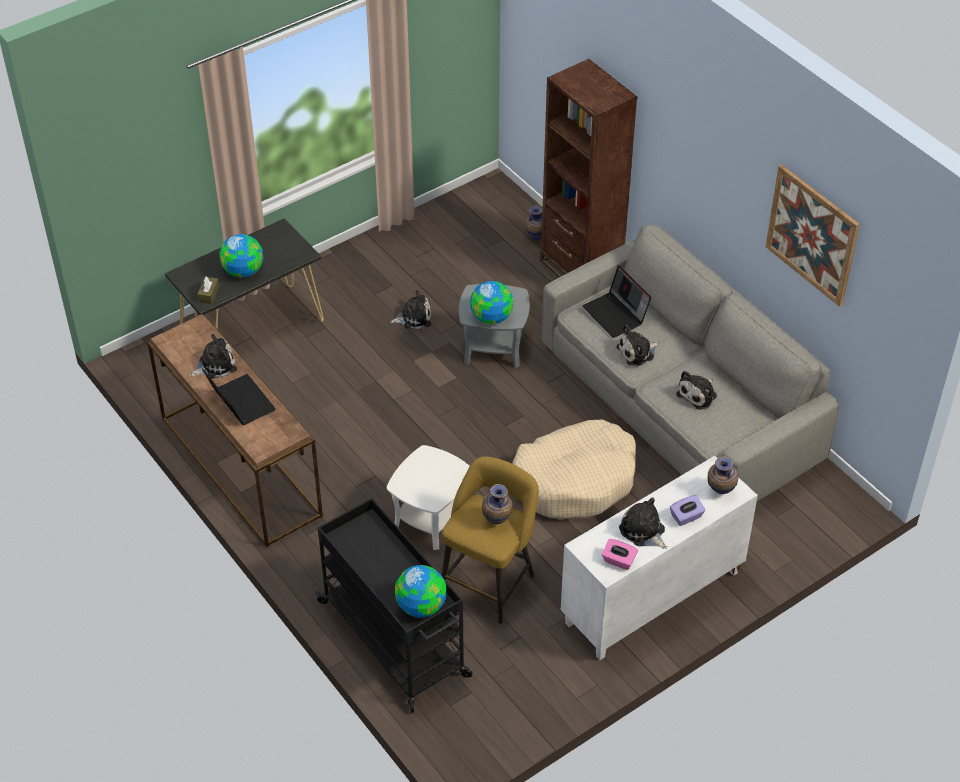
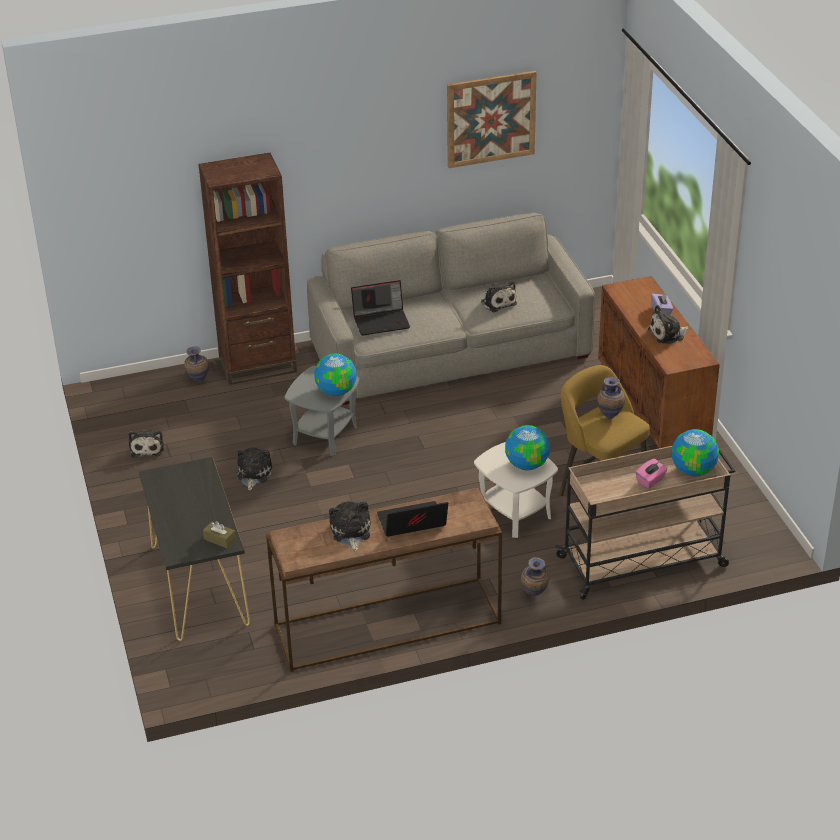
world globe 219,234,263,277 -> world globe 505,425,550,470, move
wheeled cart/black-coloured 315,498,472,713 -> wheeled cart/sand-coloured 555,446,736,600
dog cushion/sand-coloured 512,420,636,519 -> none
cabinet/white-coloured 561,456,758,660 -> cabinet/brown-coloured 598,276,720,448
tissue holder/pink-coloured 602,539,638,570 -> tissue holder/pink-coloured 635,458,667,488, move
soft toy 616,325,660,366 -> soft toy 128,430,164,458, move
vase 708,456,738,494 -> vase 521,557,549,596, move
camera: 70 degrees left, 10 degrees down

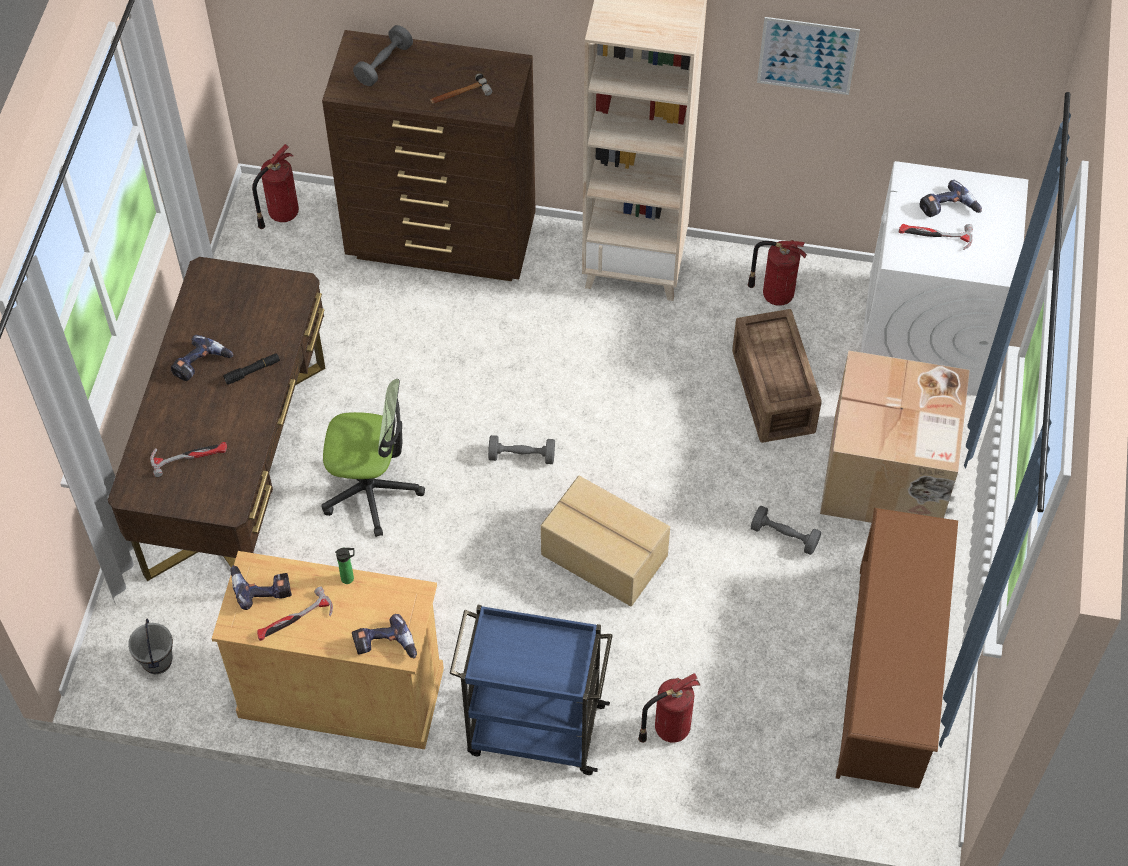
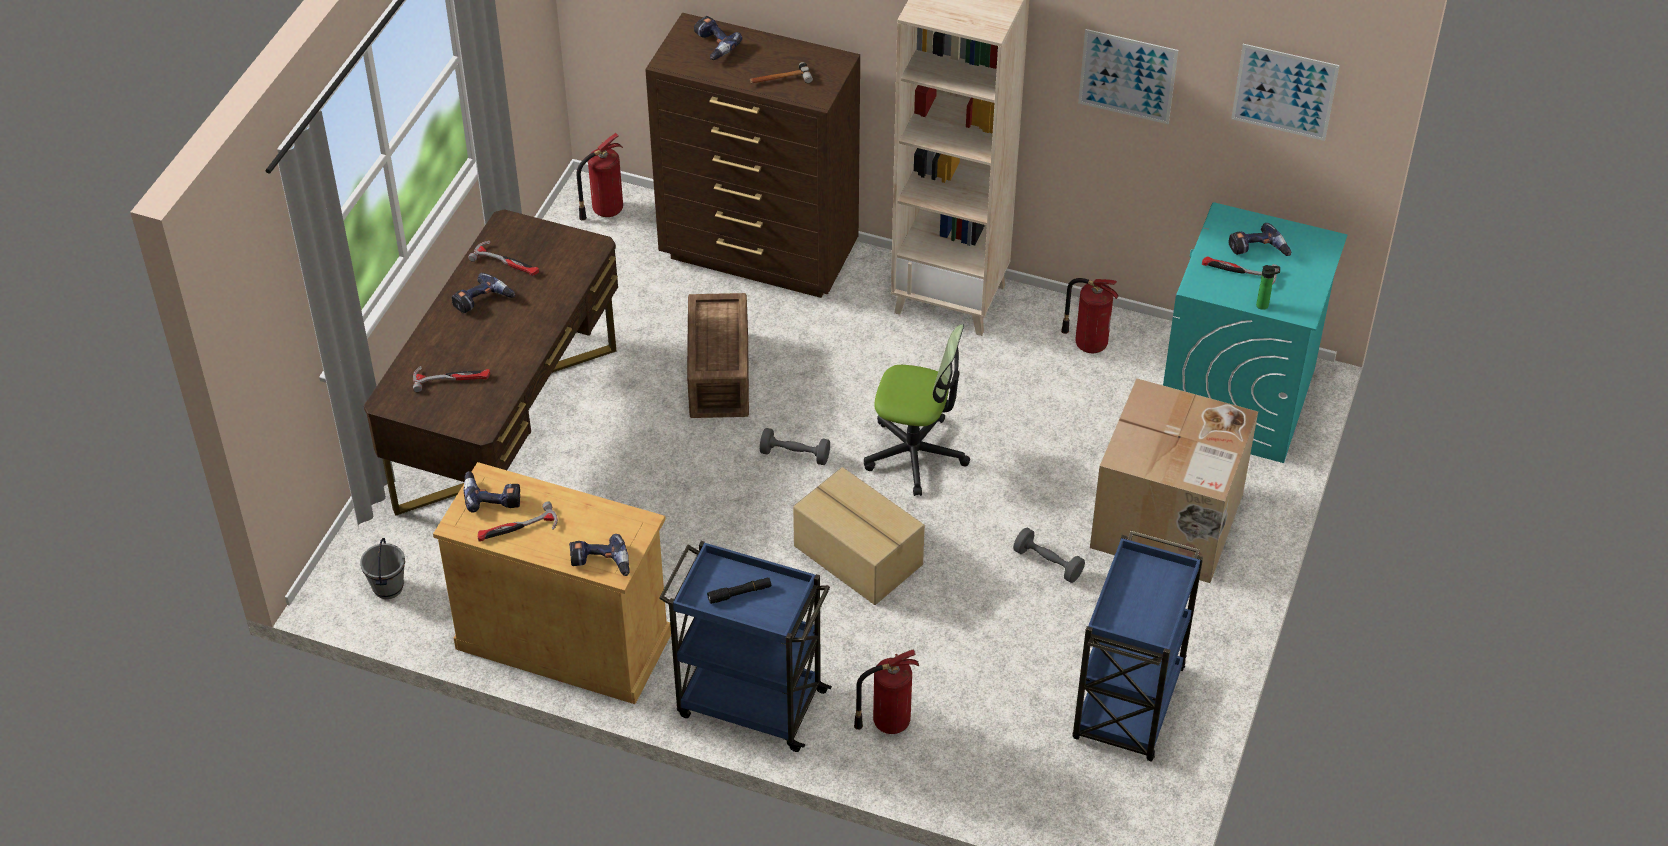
flashlight/black-coloured 223,353,280,385 -> flashlight/black-coloured 707,578,771,604, move
computer chair 321,379,425,537 -> computer chair 864,324,970,496, move
bottle 335,548,354,584 -> bottle 1256,265,1280,310, move
hand weight/gray 353,25,413,86 -> power drill 694,16,742,60
packing crate 732,309,822,443 -> packing crate 687,293,749,418, move
shoe stand/brown-coloured 836,508,958,788 -> wheeled cart/blue-coloured 1073,530,1203,762
washing machine/white-coloured 861,161,1028,396 -> washing machine/turquoise-coloured 1163,202,1347,463
none -> hand hammer 468,241,539,276
none -> wall art 1231,44,1340,141
camera: 10 degrees right, 10 degrees down

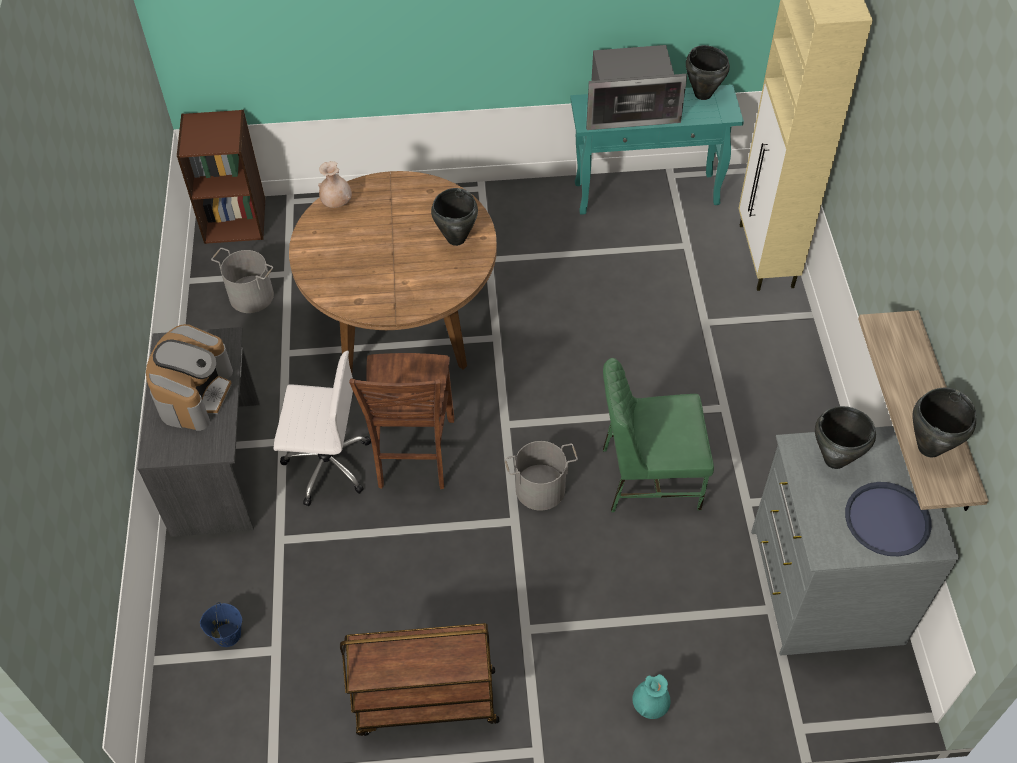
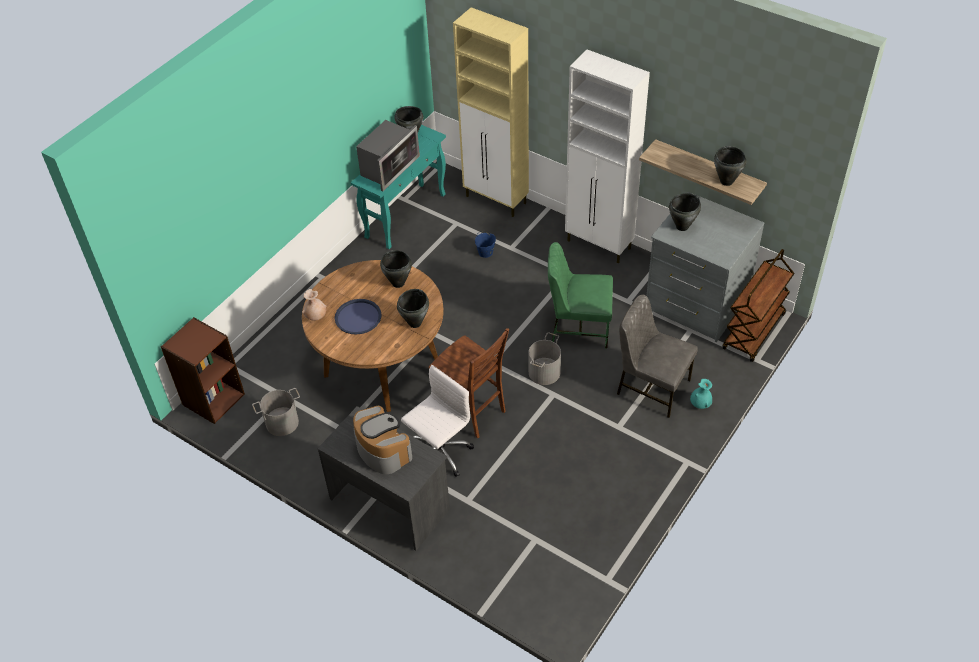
bucket/blue-coloured 200,602,242,647 -> bucket/blue-coloured 475,231,496,258, move
wheeled cart/brown-coloured 340,623,499,736 -> wheeled cart/brown-coloured 722,249,794,362, move
upright chair/green 603,358,714,512 -> upright chair/green 548,242,613,348, 60 degrees clockwise
serving tray/blue-coloured 845,482,932,556 -> serving tray/blue-coloured 335,299,382,335, move
none -> saucepot/black-coloured 397,289,429,328
none -> cabinet/white-coloured 565,50,650,264
none -> upright chair/gray 617,295,698,418
camera: 50 degrees left, 5 degrees down

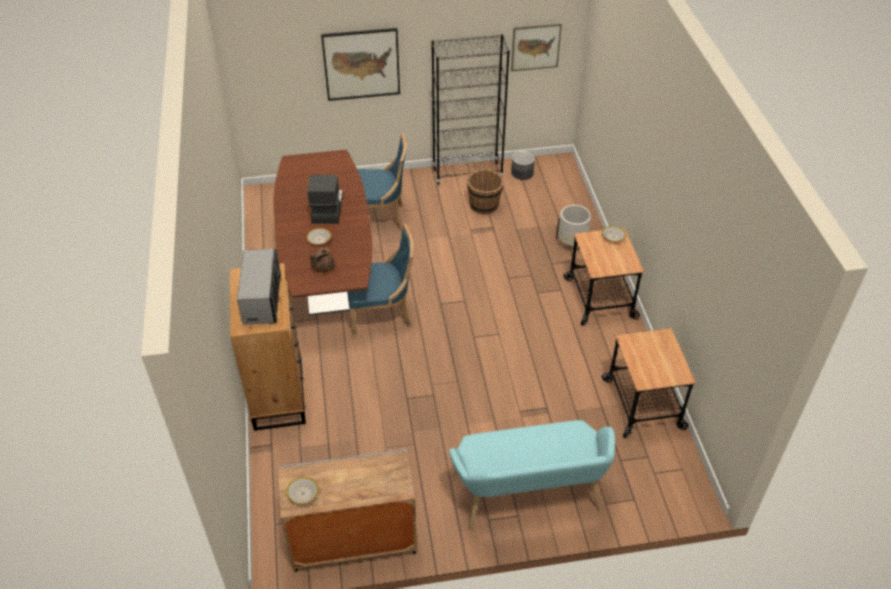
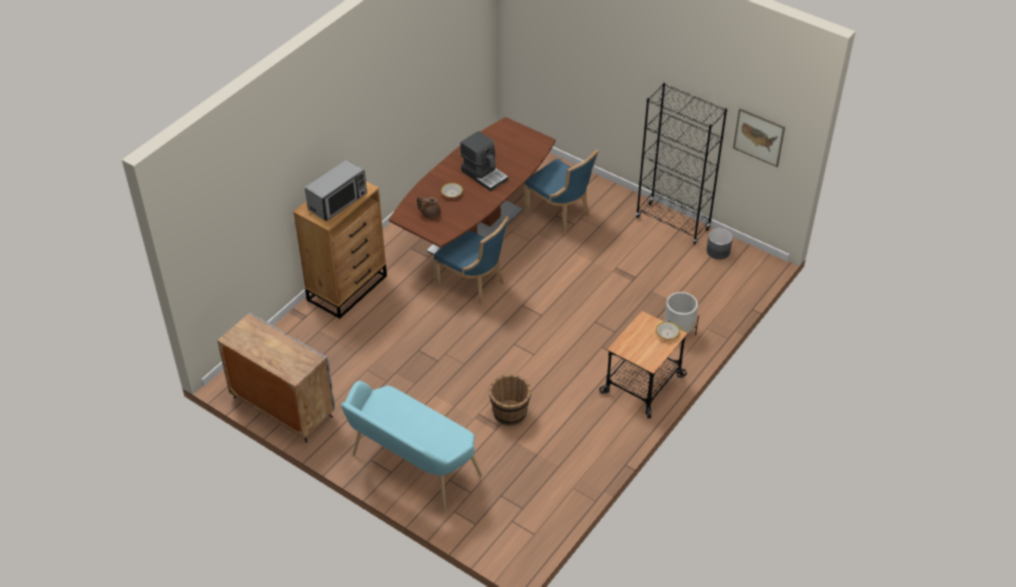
deep dish 286,477,319,505 -> none
coffee maker 307,175,343,224 -> coffee maker 460,131,508,191, 90 degrees clockwise
wall art 321,28,400,101 -> none
bucket/brown-coloured 467,169,504,215 -> bucket/brown-coloured 489,374,531,426, move
wheeled cart 602,328,696,438 -> none
camera: 45 degrees right, 0 degrees up

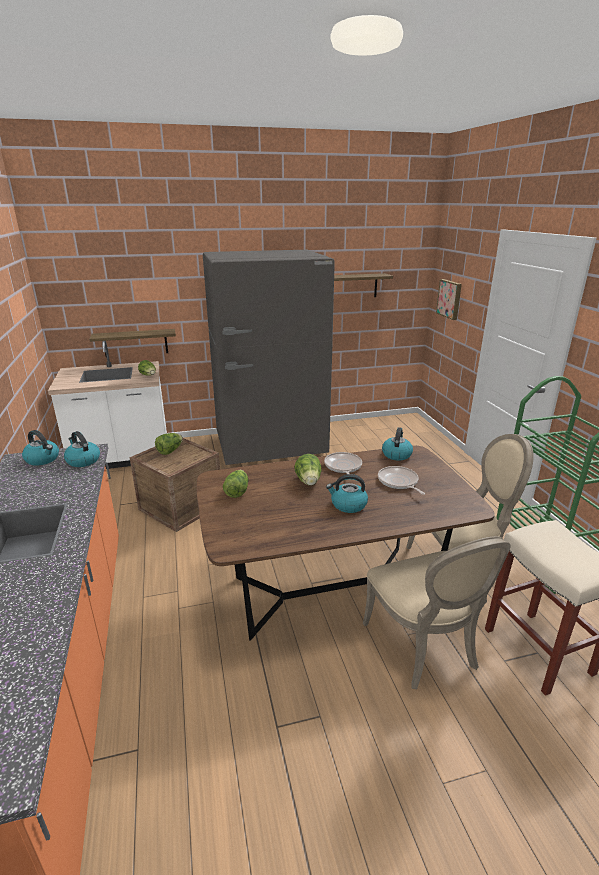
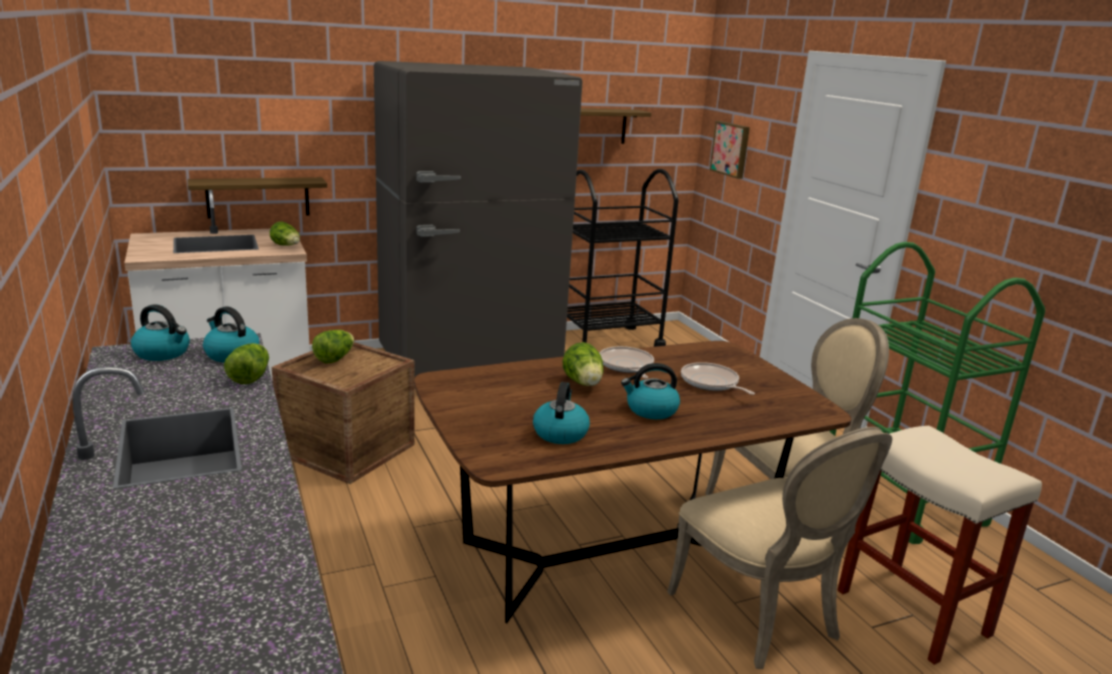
lettuce 223,470,248,498 -> lettuce 224,343,269,384, move
tea kettle 382,427,413,461 -> tea kettle 533,382,590,444, move
none -> wheeled cart/black-coloured 567,169,679,347
camera: 10 degrees left, 5 degrees down

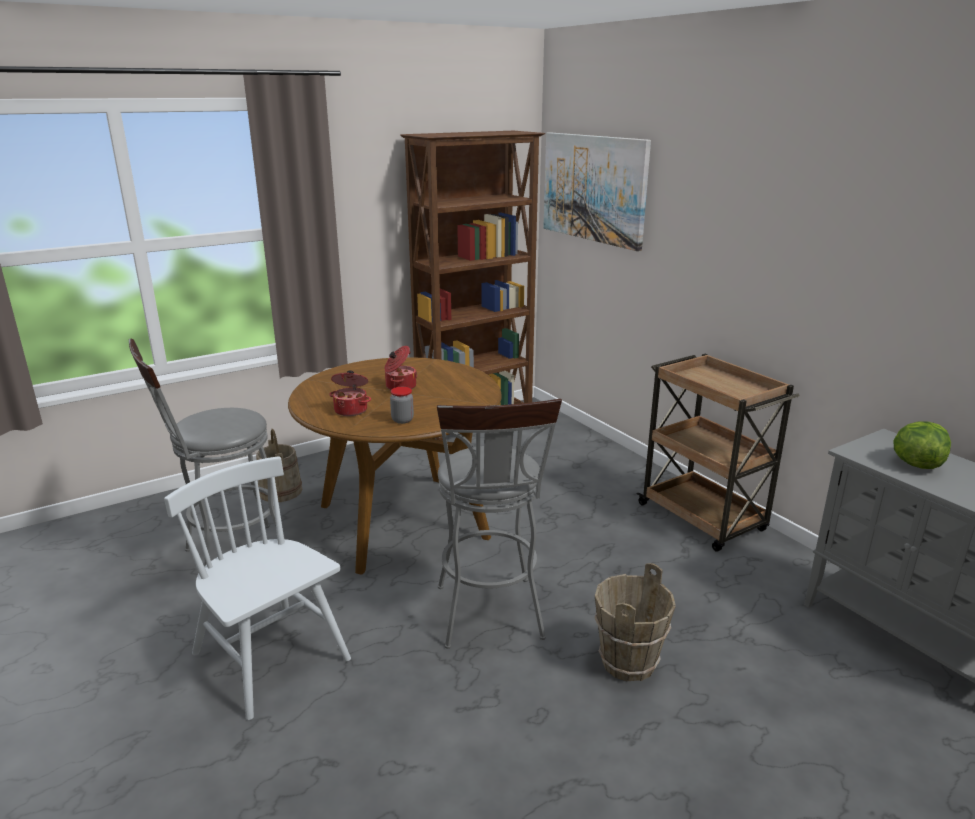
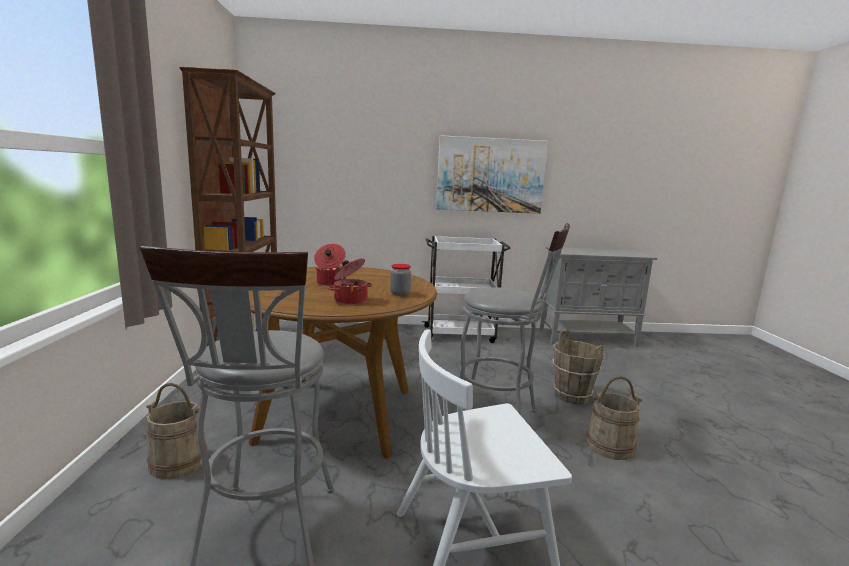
wall art 543,132,651,251 -> wall art 436,135,548,214, move
wheeled cart/brown-coloured 636,354,800,552 -> wheeled cart/white-coloured 422,236,511,343
lettuce 893,421,951,469 -> none
none -> bucket/sand-coloured 586,376,643,460
camera: 60 degrees left, 10 degrees down

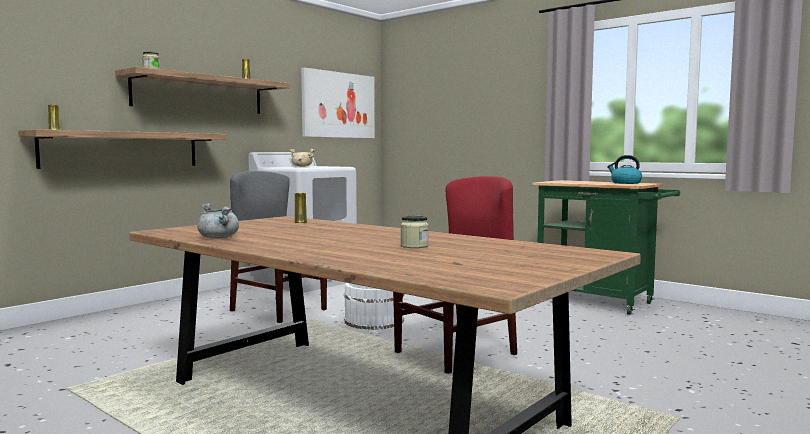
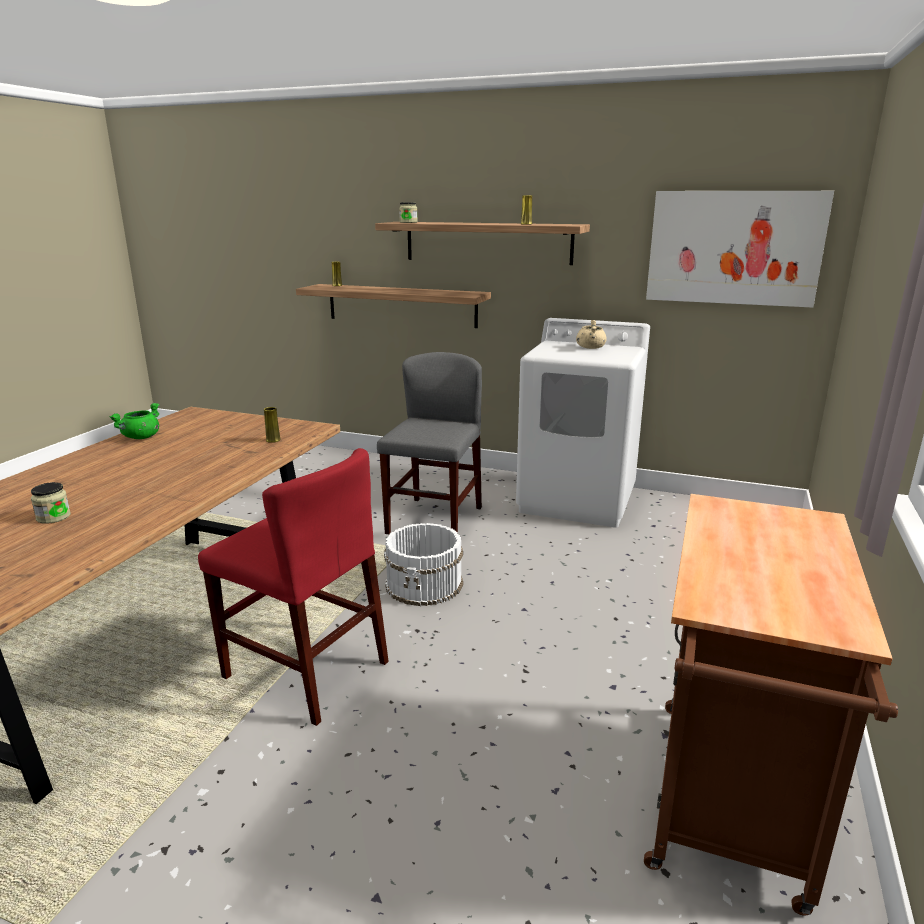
saucepot/gray 197,203,239,238 -> saucepot/green 110,403,160,439
wheeled cart/green 532,180,680,315 -> wheeled cart/brown-coloured 644,494,898,916
tea kettle 607,155,642,184 -> none
camera: 70 degrees right, 15 degrees up

